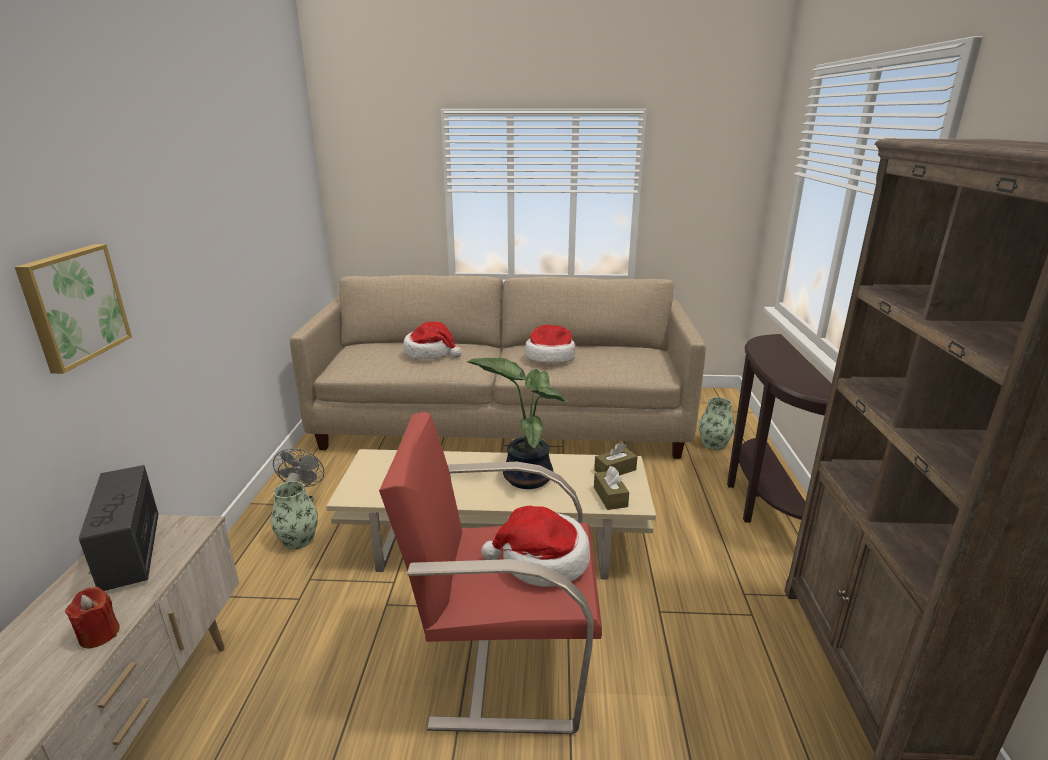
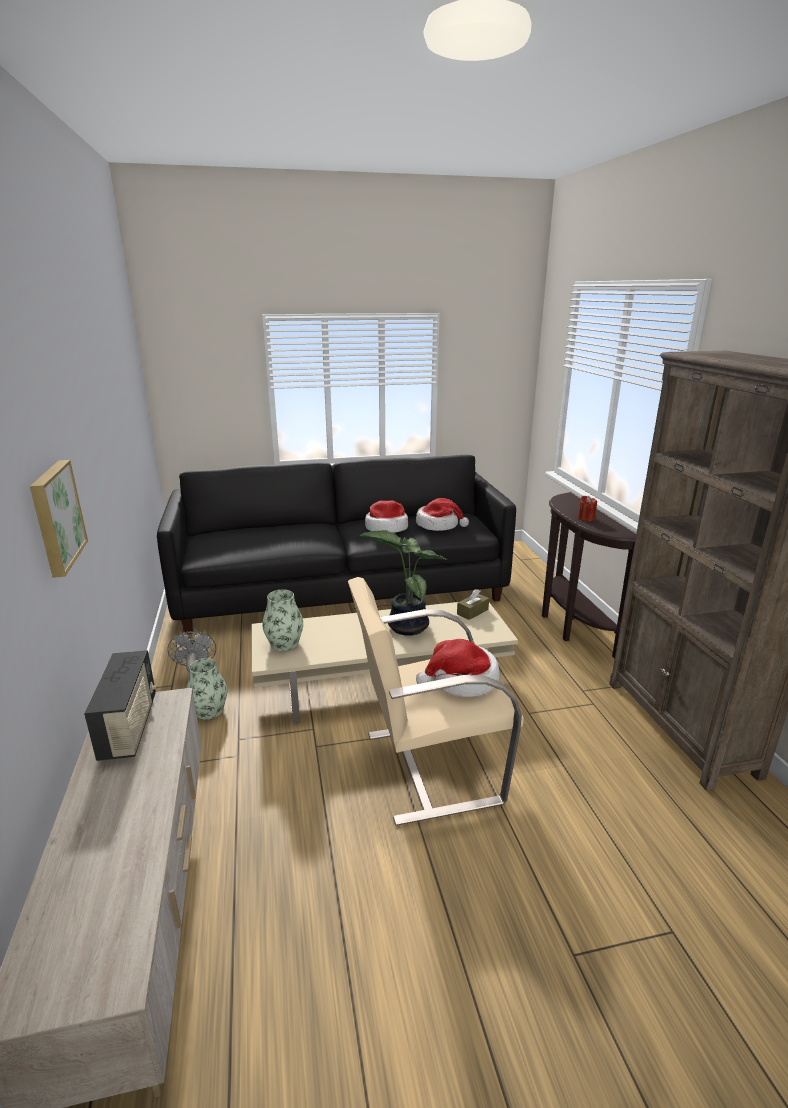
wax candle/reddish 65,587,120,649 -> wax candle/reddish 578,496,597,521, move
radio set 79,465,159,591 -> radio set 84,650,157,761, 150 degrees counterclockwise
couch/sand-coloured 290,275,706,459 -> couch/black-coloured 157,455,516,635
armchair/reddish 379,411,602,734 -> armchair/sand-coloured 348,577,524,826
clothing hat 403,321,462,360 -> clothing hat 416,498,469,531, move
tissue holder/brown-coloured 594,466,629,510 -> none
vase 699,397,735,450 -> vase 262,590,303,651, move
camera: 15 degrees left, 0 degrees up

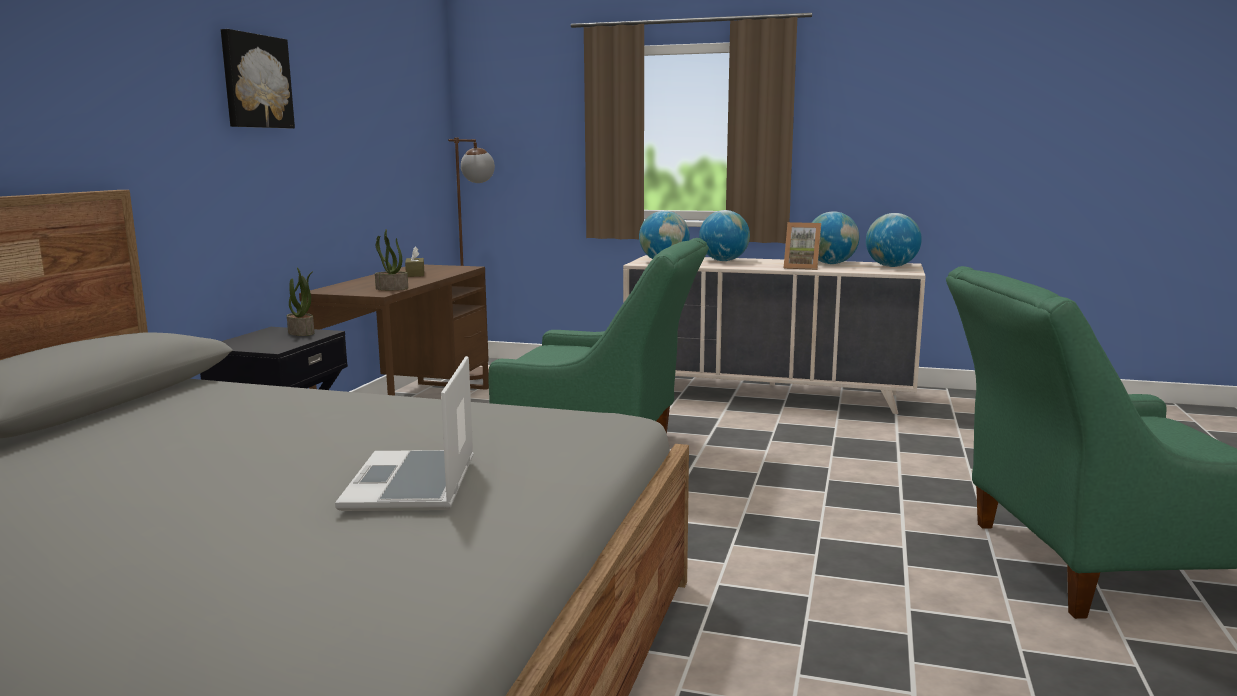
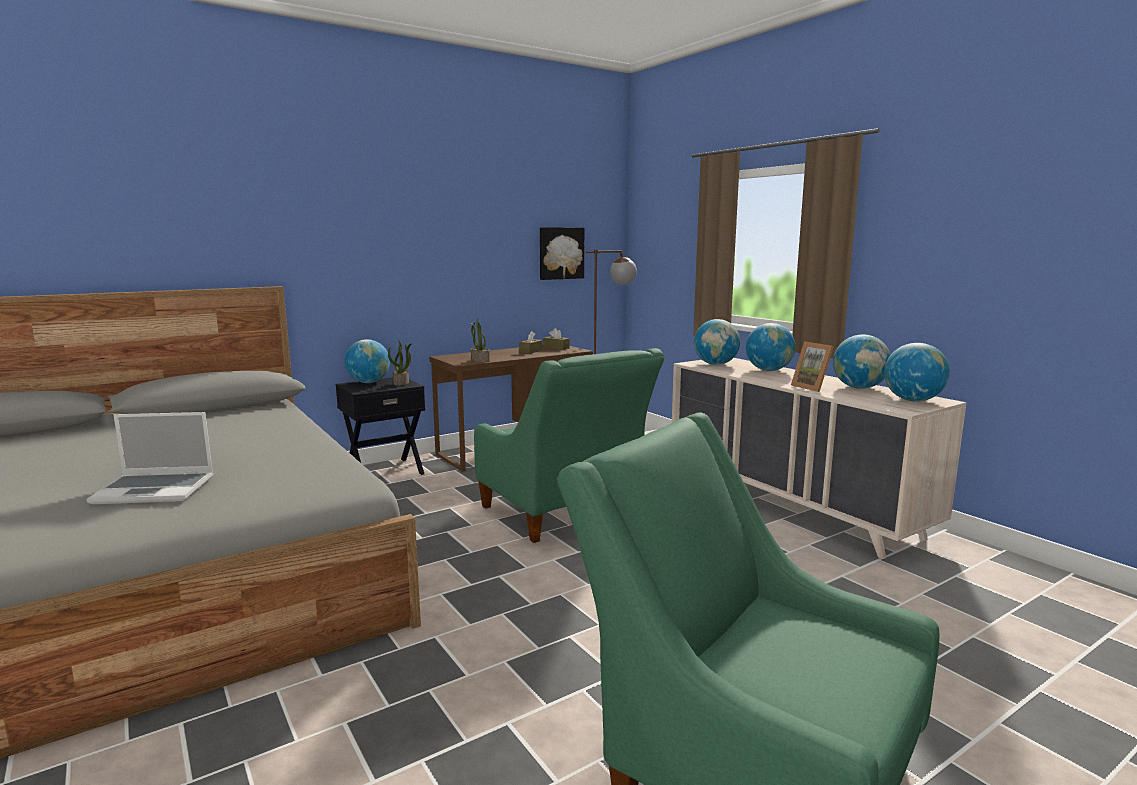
wall art 221,29,295,128 -> wall art 540,227,584,280, move
portable computer 335,356,474,511 -> portable computer 86,412,214,504, 135 degrees counterclockwise
none -> world globe 345,339,390,383
none -> tissue holder/brown-coloured 543,328,569,350
camera: 40 degrees right, 0 degrees up

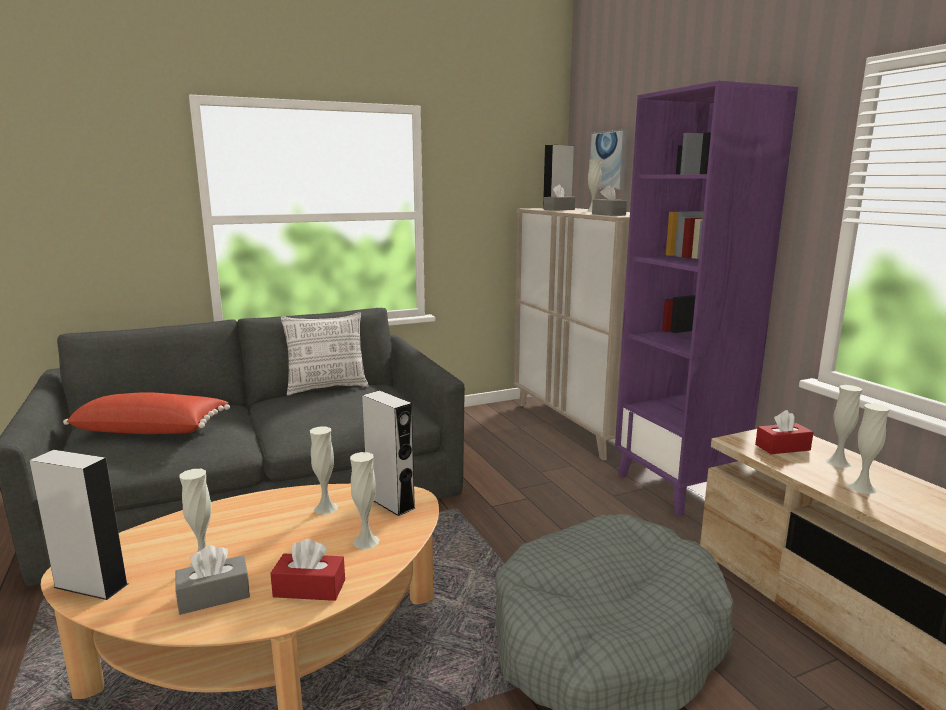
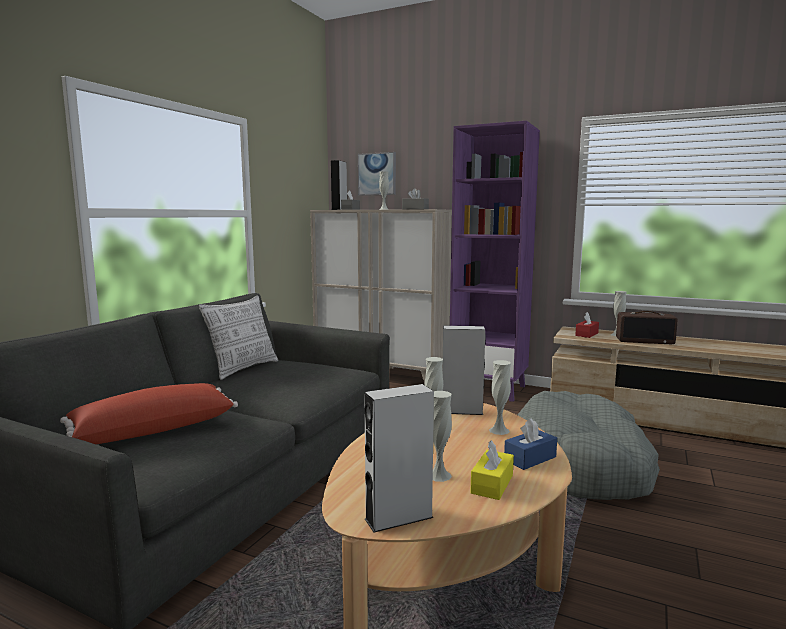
tissue holder/gray 175,545,250,615 -> tissue holder/yellow-coloured 470,440,514,500
tissue holder/reddish 270,539,345,601 -> tissue holder/blue-coloured 504,418,557,470
vase/white-coloured 848,404,890,494 -> radio set 616,311,678,344
camera: 40 degrees left, 5 degrees down

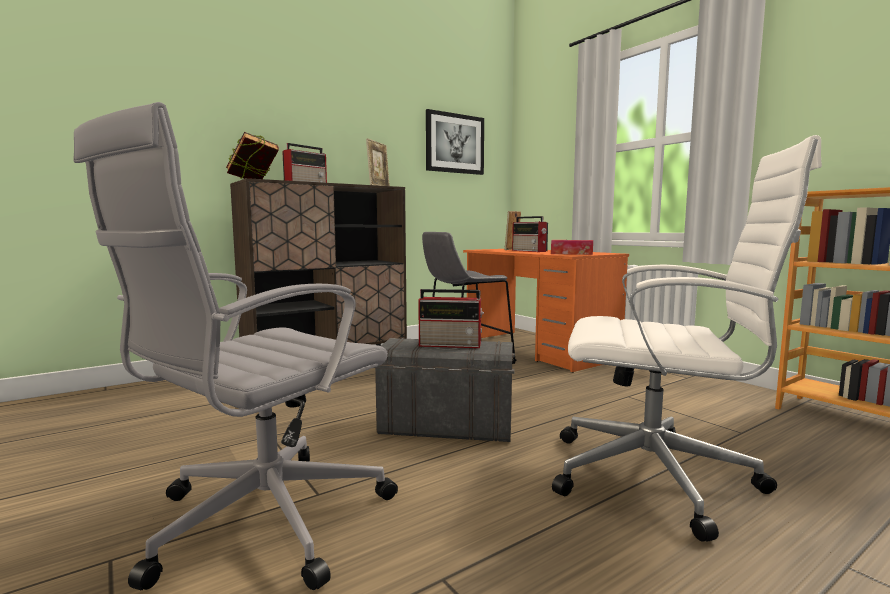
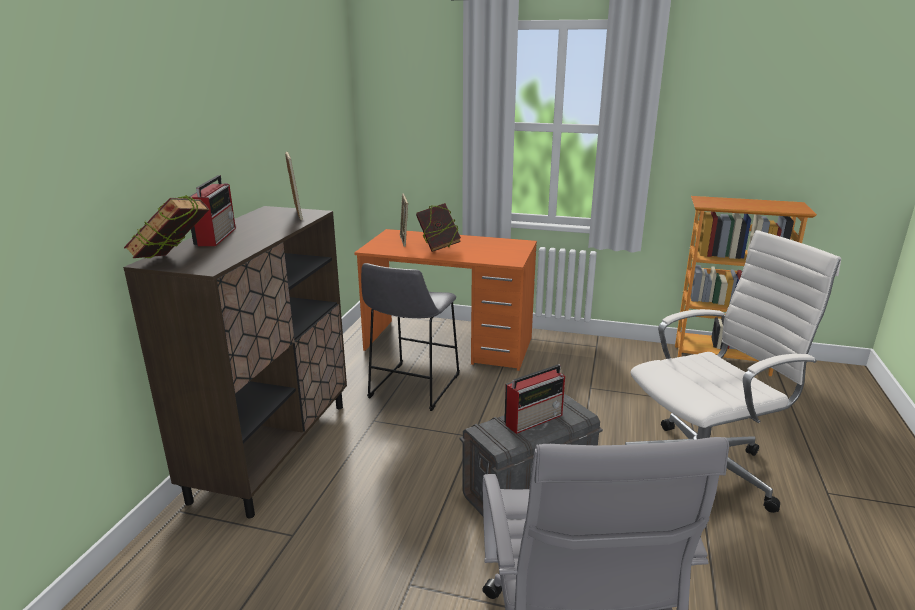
wall art 426,109,484,175 -> none
radio set 512,216,548,252 -> volume 416,203,461,252
tissue holder 551,240,593,255 -> none
camera: 40 degrees left, 15 degrees up

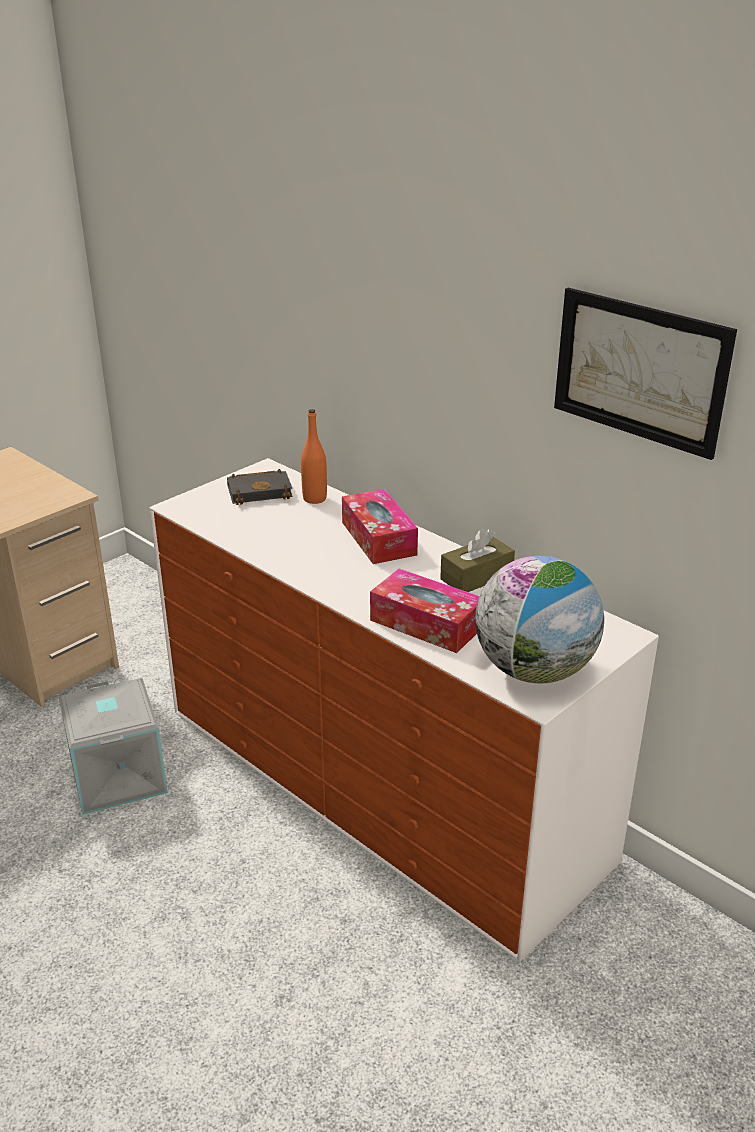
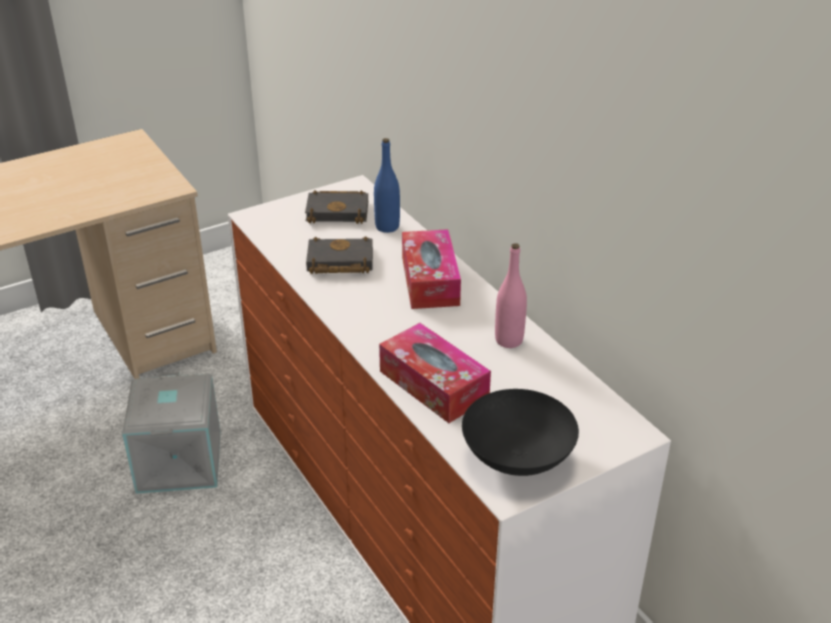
bottle/orange 301,409,327,504 -> bottle/blue-coloured 374,138,400,233
tissue holder/brown-coloured 440,529,515,592 -> bottle/pink-coloured 495,243,527,348
world globe 475,556,604,683 -> deep dish/black-coloured 462,389,579,476
wall art 554,288,737,460 -> none
none -> volume/black-coloured 306,236,373,274
camera: 15 degrees right, 5 degrees up

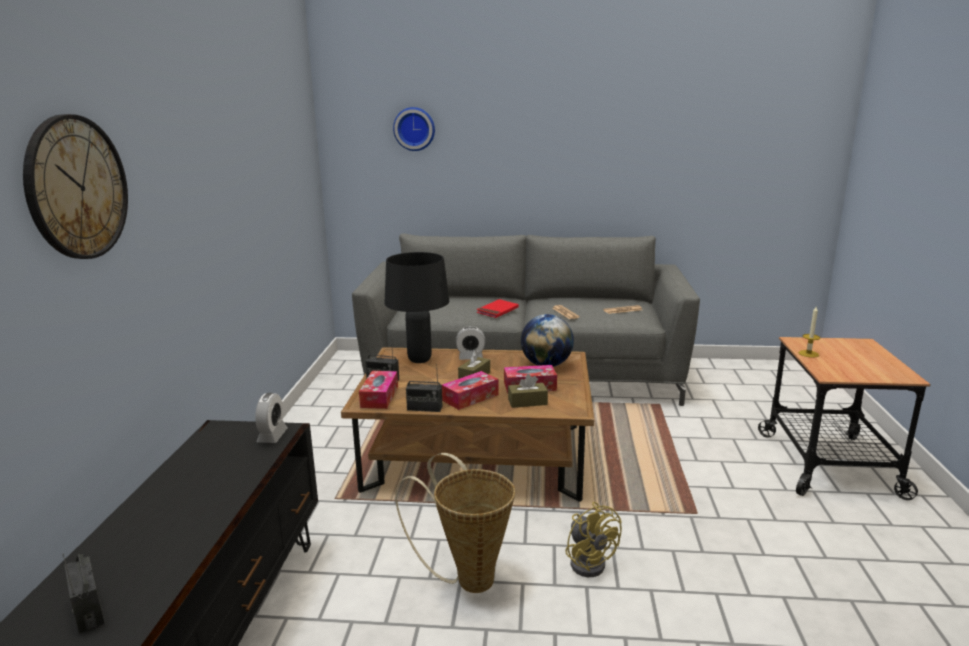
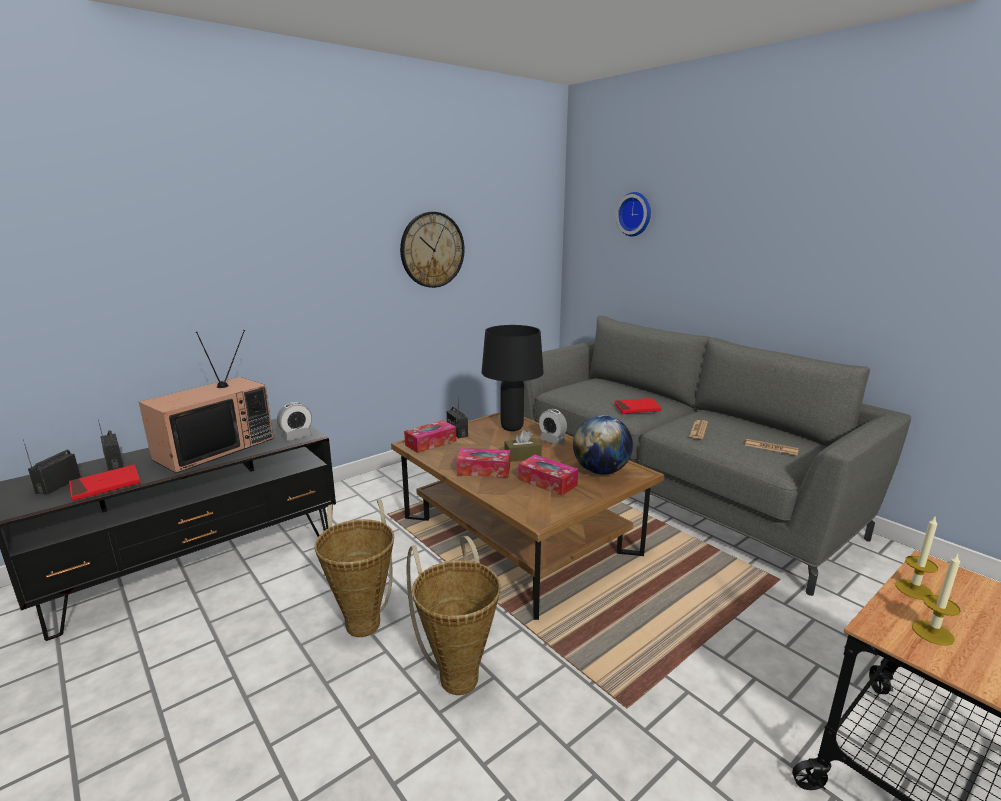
hanging clock 23,114,128,259 -> hanging clock 400,212,465,288, move
radio set 406,364,443,412 -> radio set 98,420,124,470, move
tissue holder/brown-coloured 508,374,548,408 -> none
fan/yellow-coloured 565,502,622,577 -> household basket 407,536,501,695
none -> volume/reddish 69,465,141,501
none -> TV set 139,330,273,473
none -> wax candle 912,553,961,646
camera: 45 degrees right, 0 degrees up

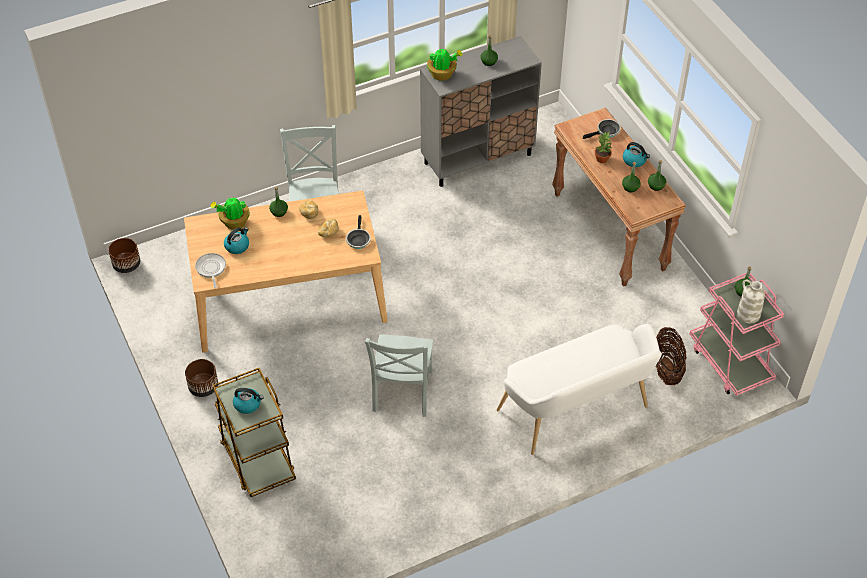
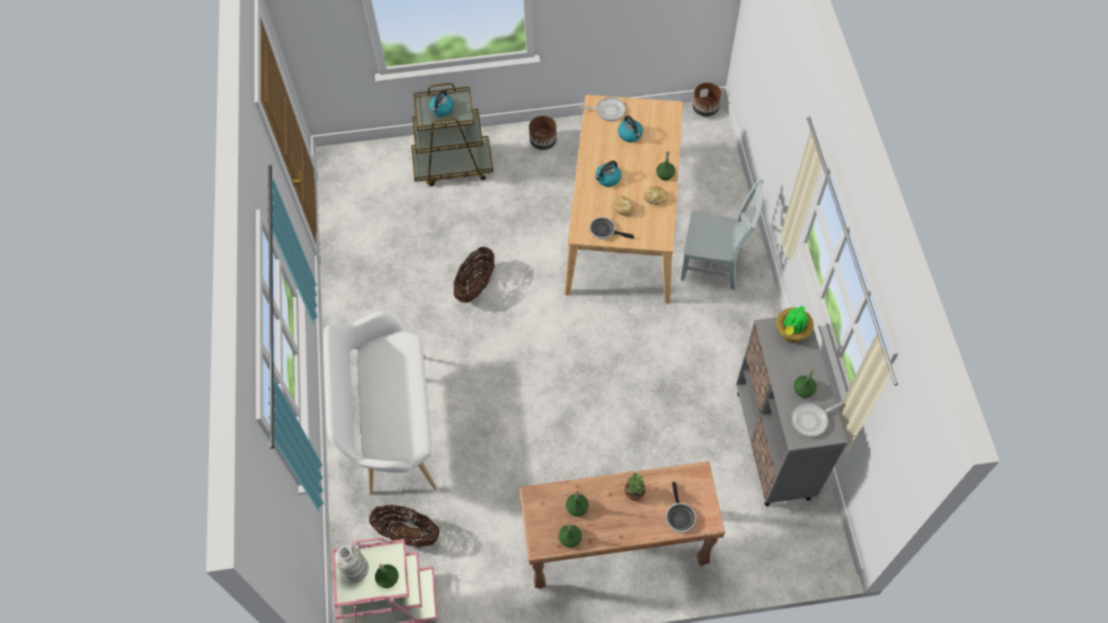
houseplant 210,197,250,230 -> none
upright chair/gray 365,334,433,417 -> household basket 454,247,495,303
tea kettle 623,142,650,167 -> tea kettle 595,161,621,187, move
none -> skillet 791,402,843,437
camera: 110 degrees right, 10 degrees up

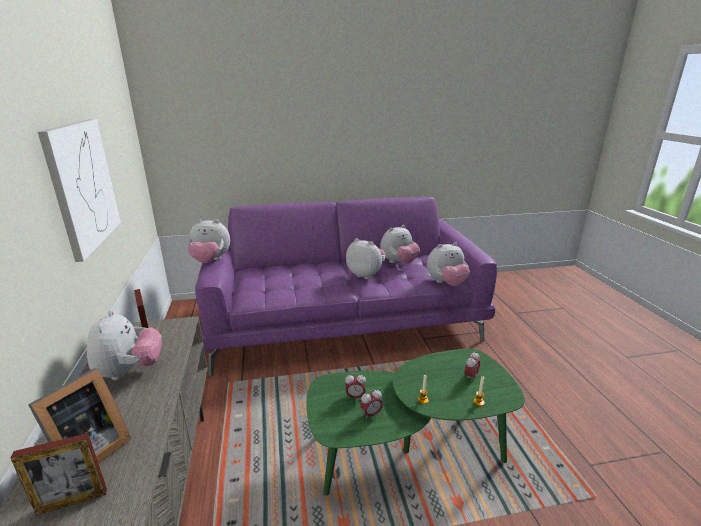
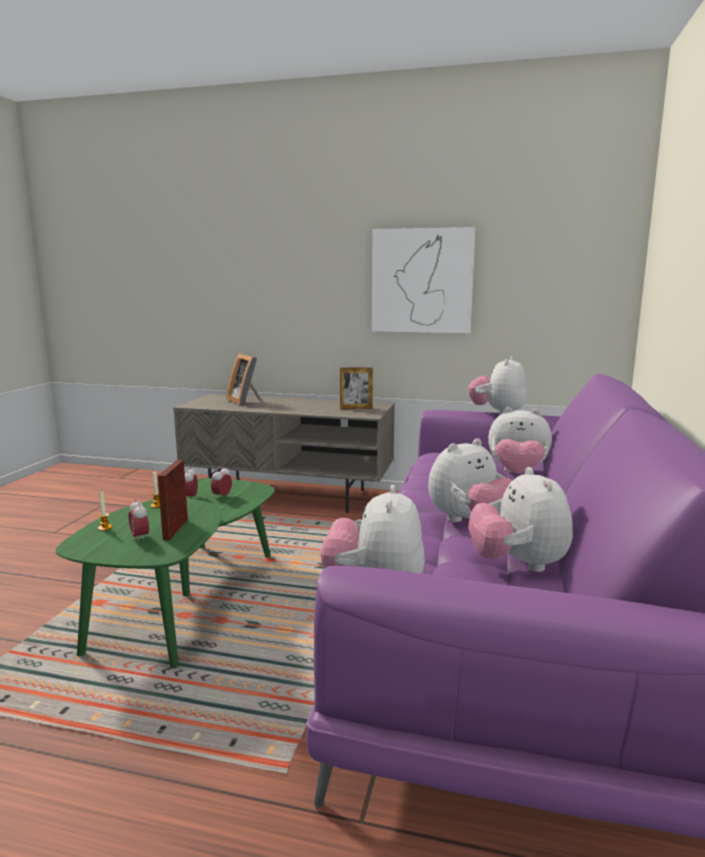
photo frame 11,433,107,515 -> photo frame 158,460,188,540, move
soft toy 87,310,162,380 -> soft toy 488,407,552,474, move
camera: 115 degrees right, 10 degrees down

